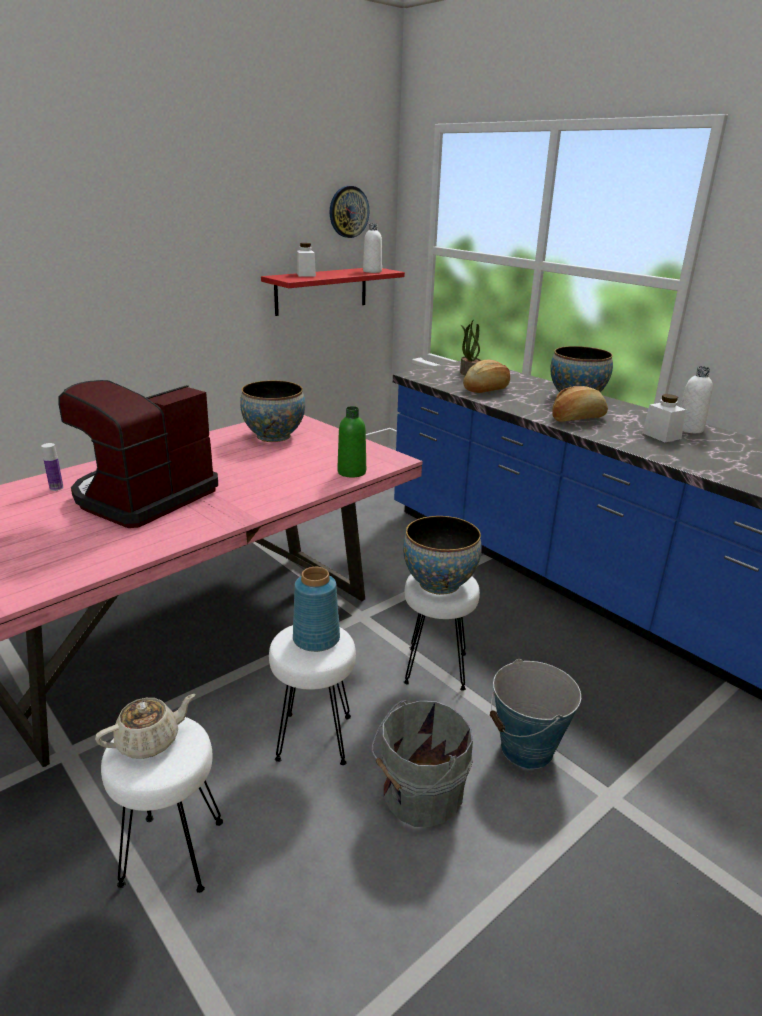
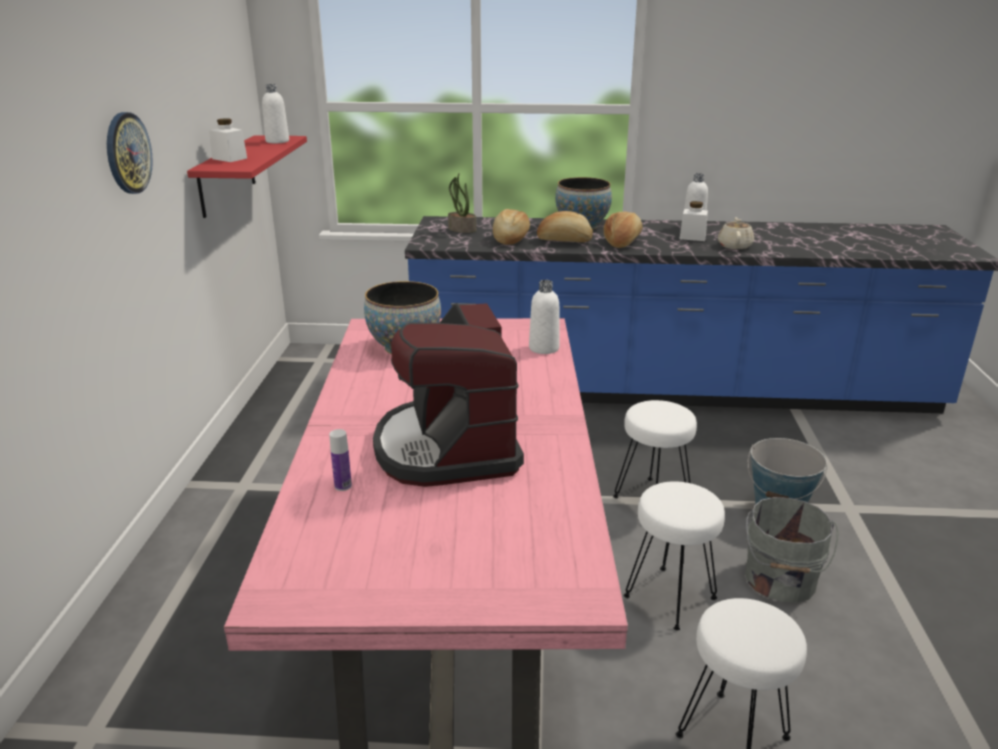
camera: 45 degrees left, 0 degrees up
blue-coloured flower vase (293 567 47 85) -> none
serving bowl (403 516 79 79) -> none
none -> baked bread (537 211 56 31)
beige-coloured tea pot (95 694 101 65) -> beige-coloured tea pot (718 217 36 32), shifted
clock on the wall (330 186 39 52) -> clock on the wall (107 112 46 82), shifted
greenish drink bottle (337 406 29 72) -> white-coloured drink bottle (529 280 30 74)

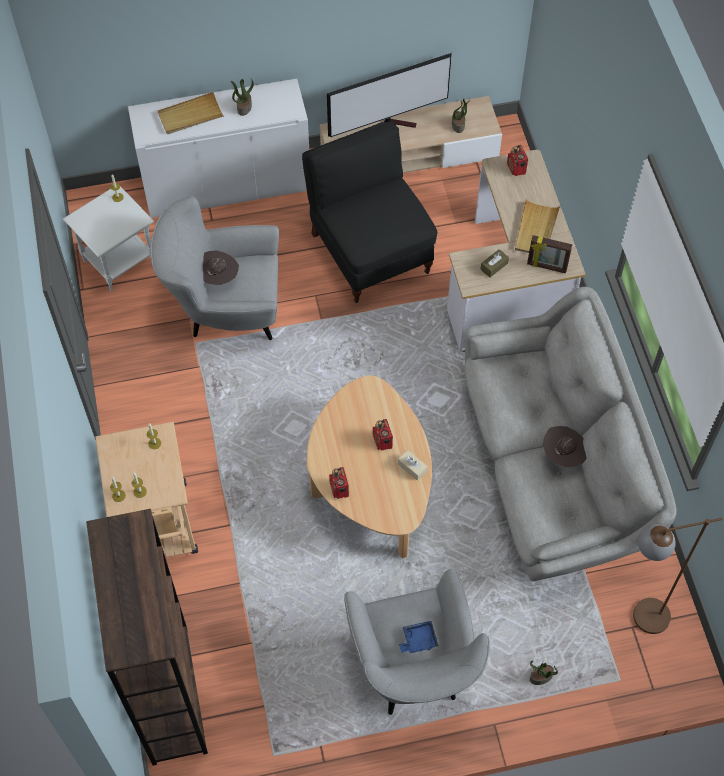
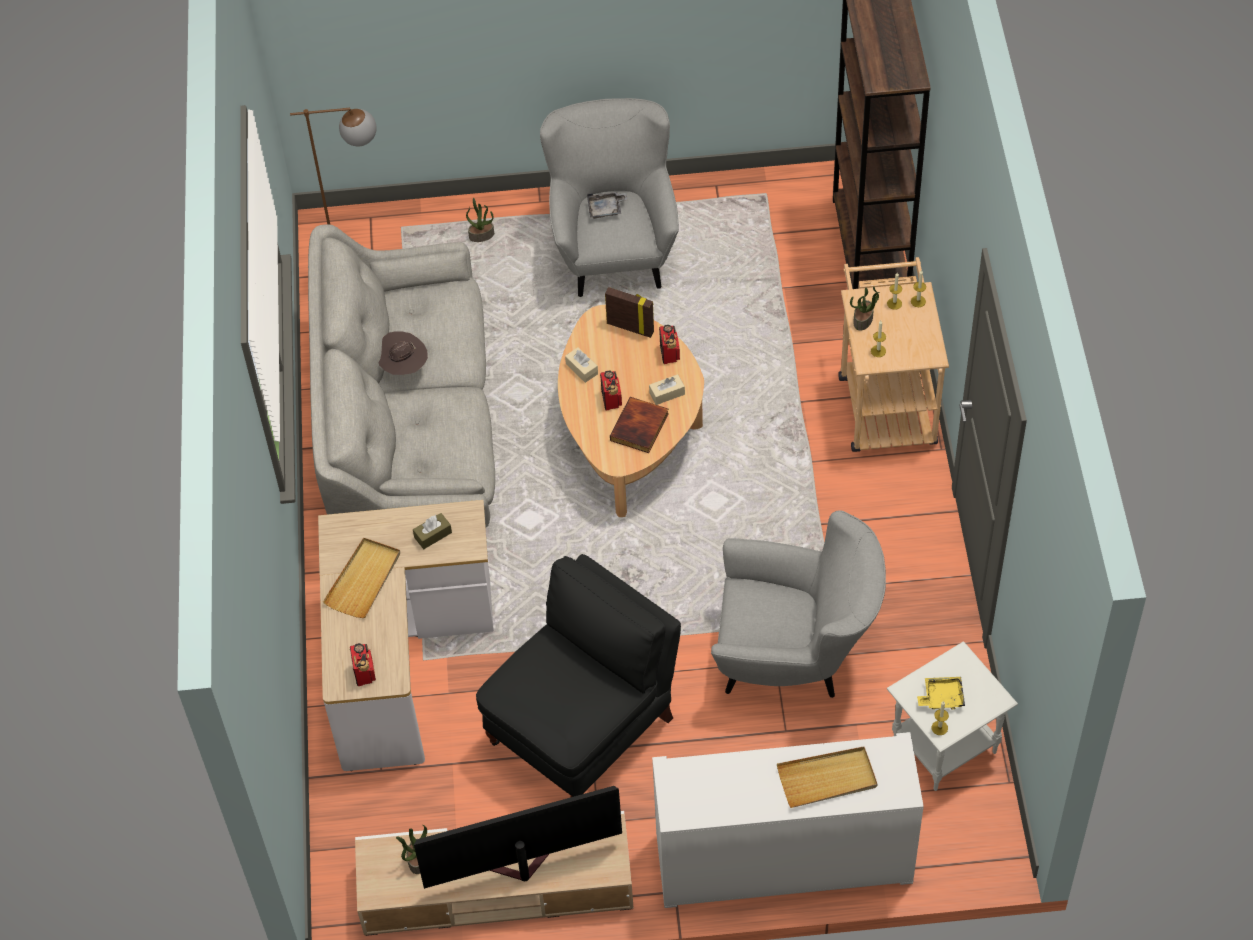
camera: 170 degrees left, 5 degrees down
brown clothing hat (203 250 36 35) -> none
none -> volume (610 397 59 56)
none -> beige-coloured box of tissues (649 374 36 31)
none -> yellow-coloured carrying tray (917 677 48 32)
potted plant (231 79 23 37) -> potted plant (850 287 30 44), shifted
standing frame (527 235 45 38) -> standing frame (605 287 49 51), shifted
blue-coloured carrying tray (399 621 40 32) -> grey carrying tray (587 192 41 27)
black-coloured upright chair (302 121 135 182) -> black-coloured upright chair (476 554 205 244), 120 degrees counterclockwise

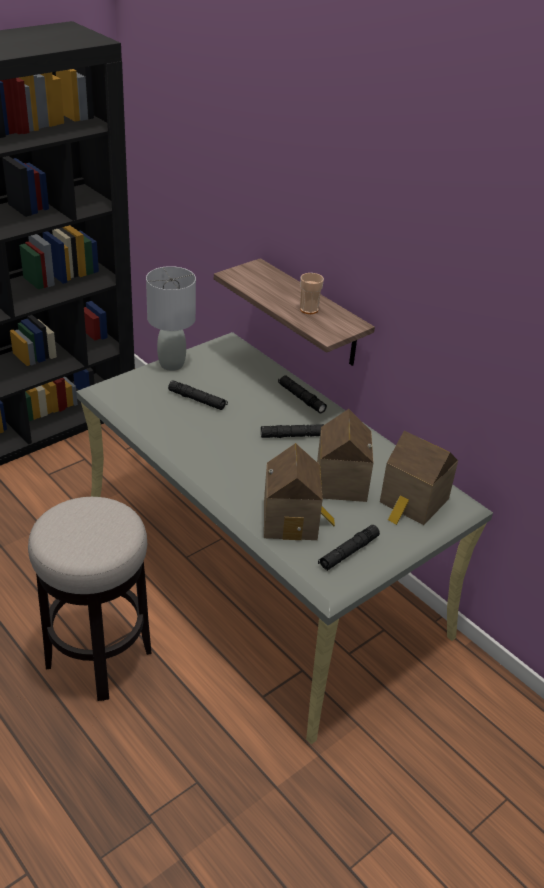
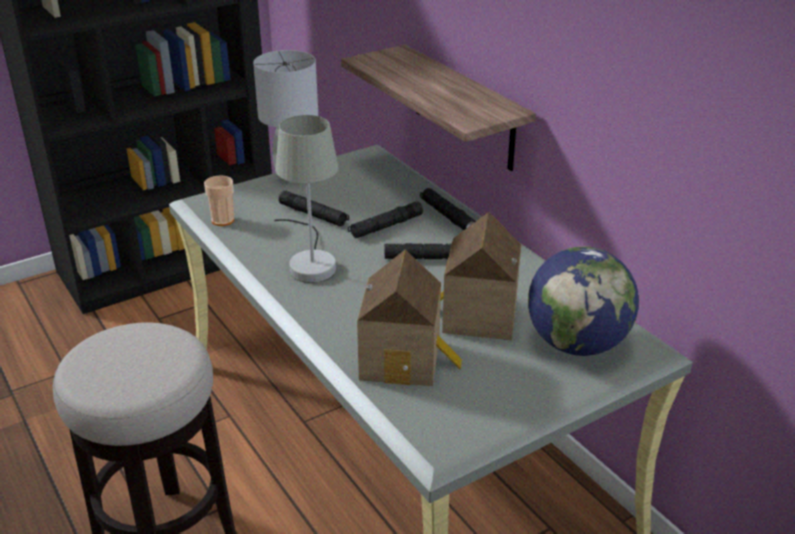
camera: 10 degrees right, 5 degrees down
none -> grey lamp for a table (274 115 64 168)
small cup (300 273 24 41) -> small cup (204 175 30 51), shifted
black-coloured hand torch (318 525 62 46) -> black-coloured hand torch (348 201 75 37), shifted
model house (380 431 78 94) -> globe (528 247 111 109)

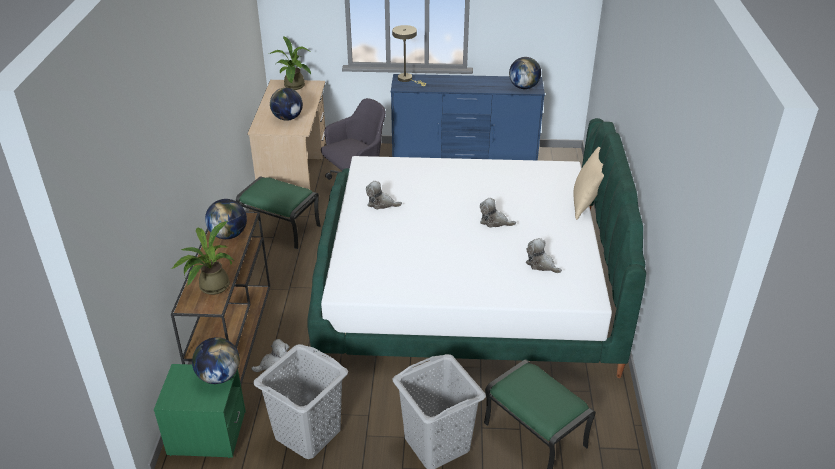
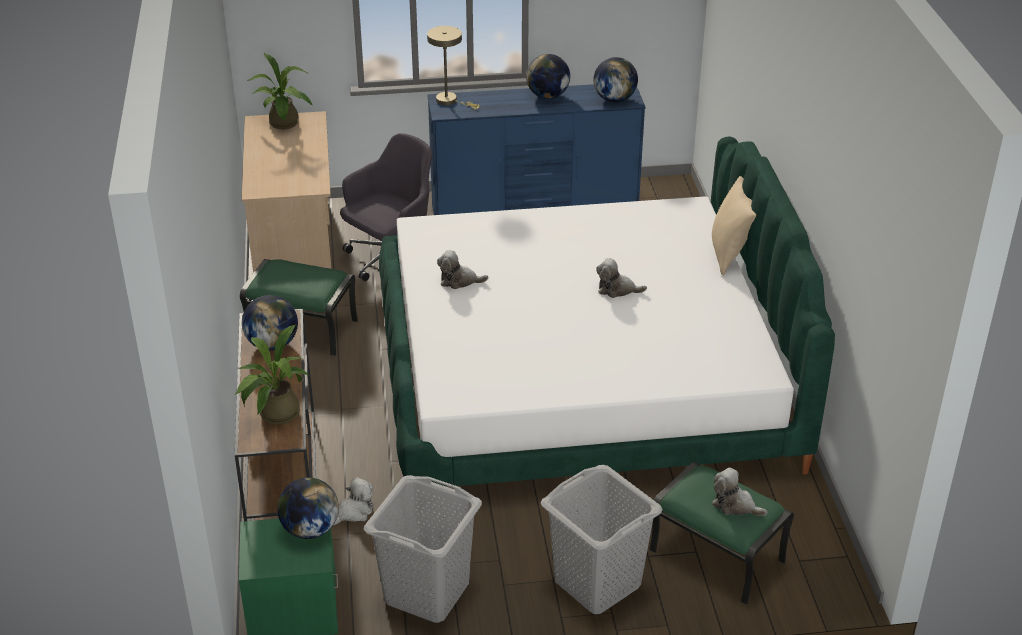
camera: 10 degrees left, 0 degrees up
globe (270 88 33 33) -> globe (526 54 44 45), shifted
cuddly toy (526 238 36 35) -> cuddly toy (712 468 56 48), shifted

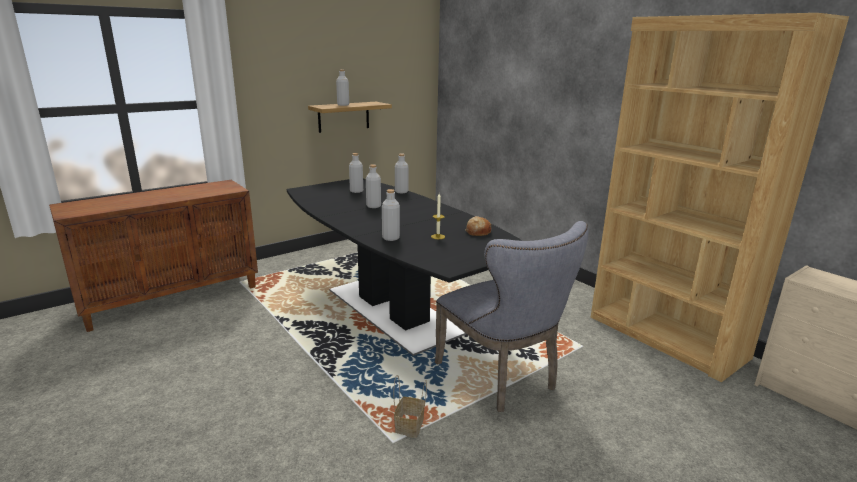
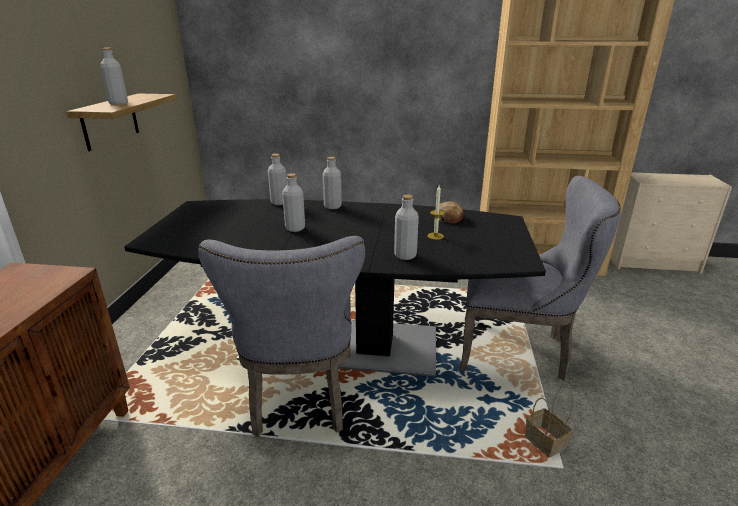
camera: 45 degrees left, 5 degrees up
none -> grey upright chair (198 236 168 201)
grey drink bottle (349 153 14 40) -> grey drink bottle (322 157 20 52), shifted

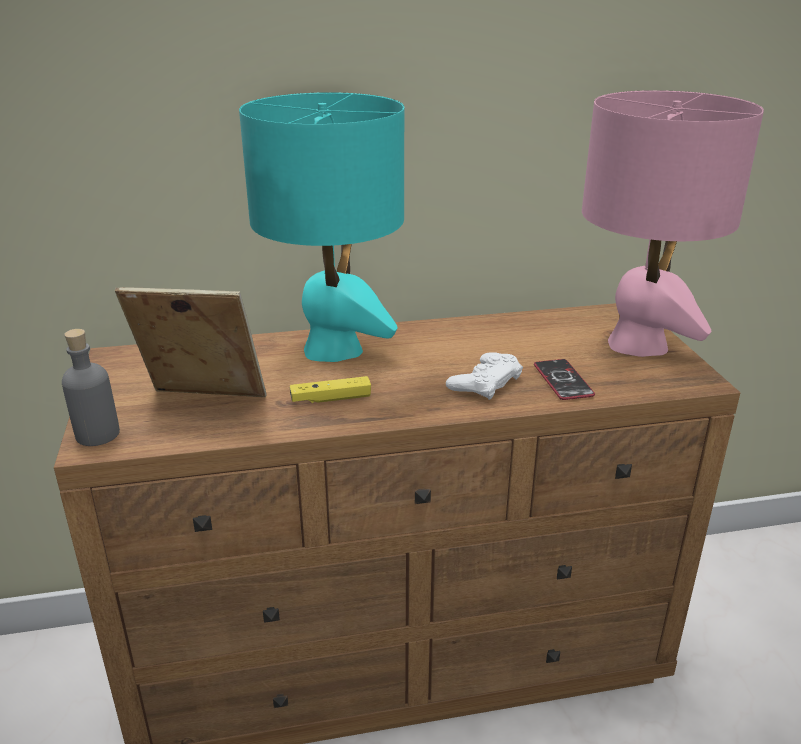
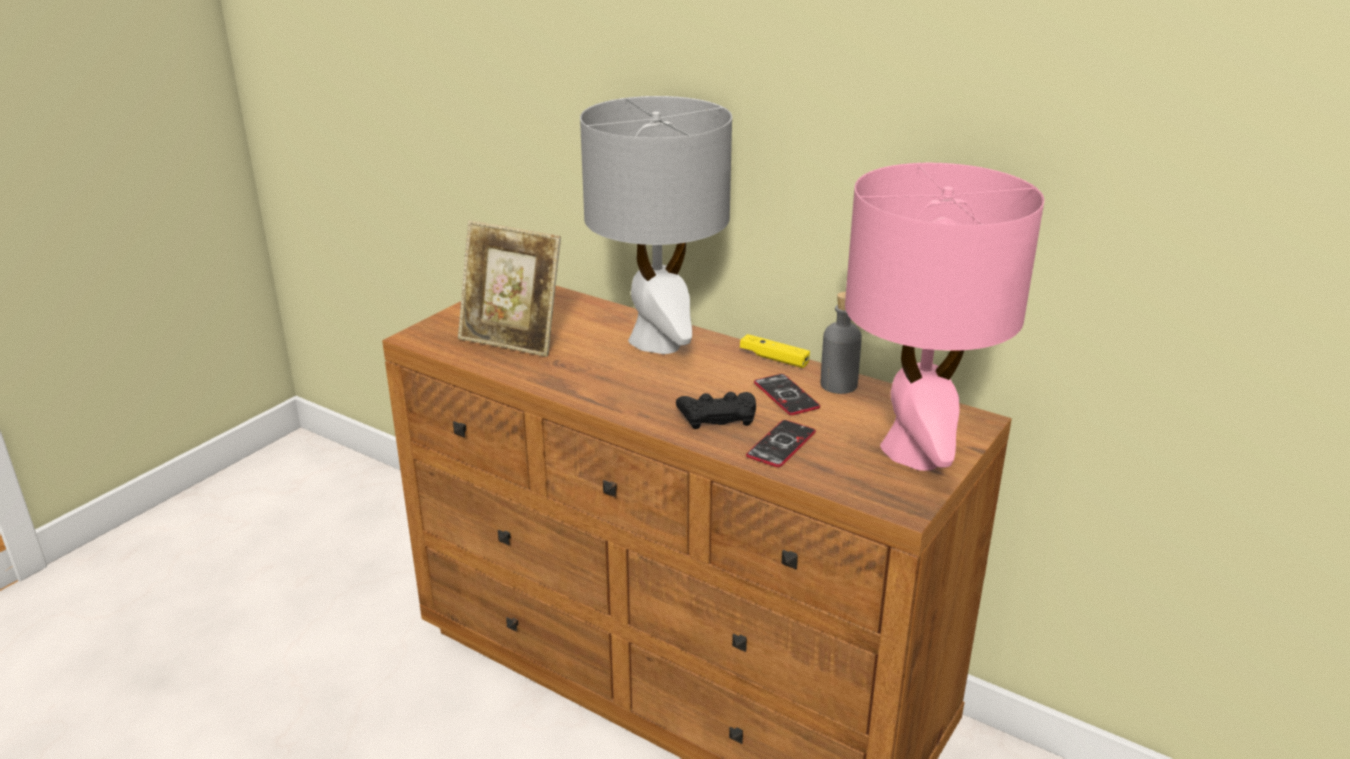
camera: 45 degrees right, 0 degrees up
none -> handset (754 374 66 41)
grey drink bottle (62 329 58 117) -> grey drink bottle (821 292 41 102), shifted
yellow-coloured joypad (290 376 81 27) -> yellow-coloured joypad (740 334 70 34), shifted
turquoise lamp for a table (239 92 165 270) -> grey lamp for a table (580 96 152 258)
white-coloured joypad (446 352 77 48) -> black-coloured joypad (676 392 80 37)
standing frame (115 287 152 110) -> standing frame (458 220 103 137), 150 degrees clockwise

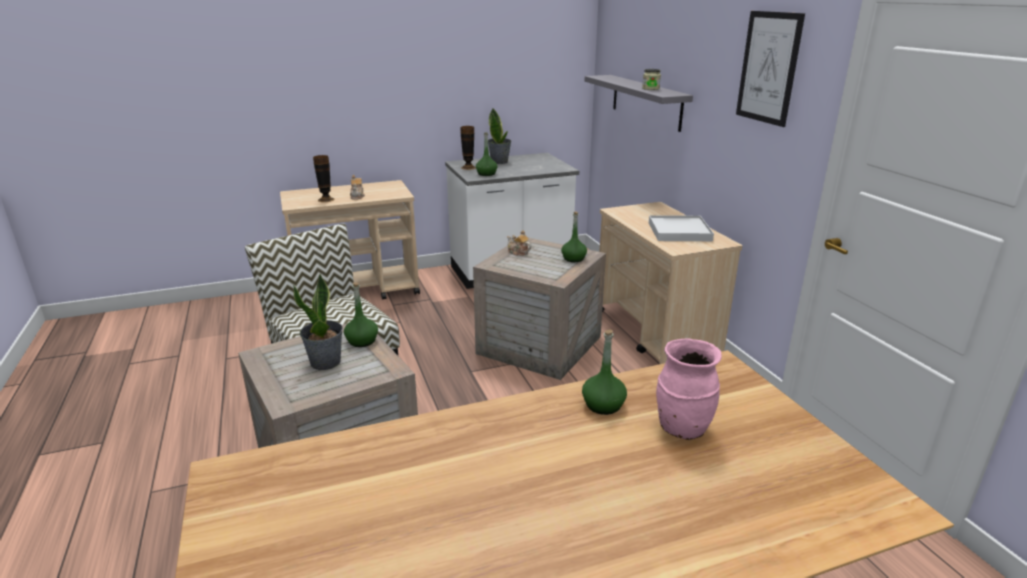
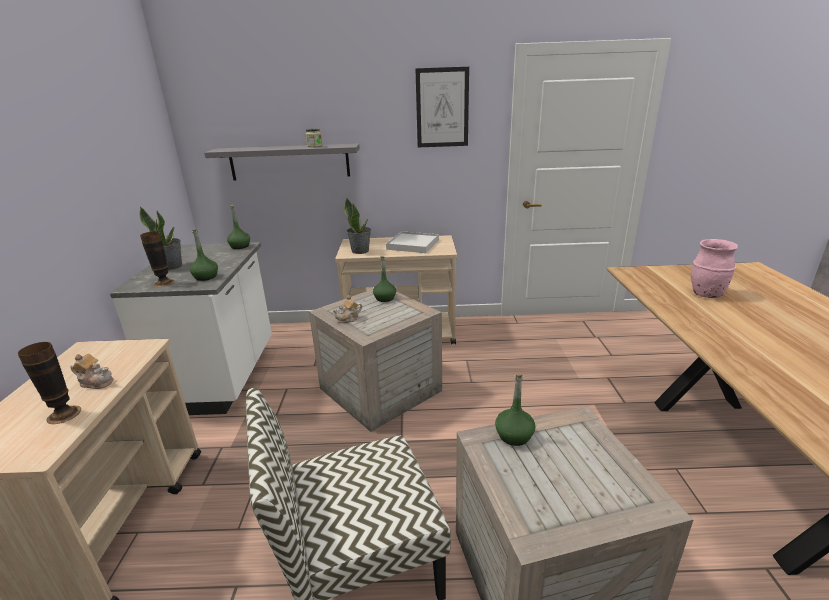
camera: 70 degrees left, 0 degrees up
potted plant (293 273 50 97) -> potted plant (344 198 27 56), shifted
greenish drink bottle (582 329 45 86) -> greenish drink bottle (227 205 23 44), shifted

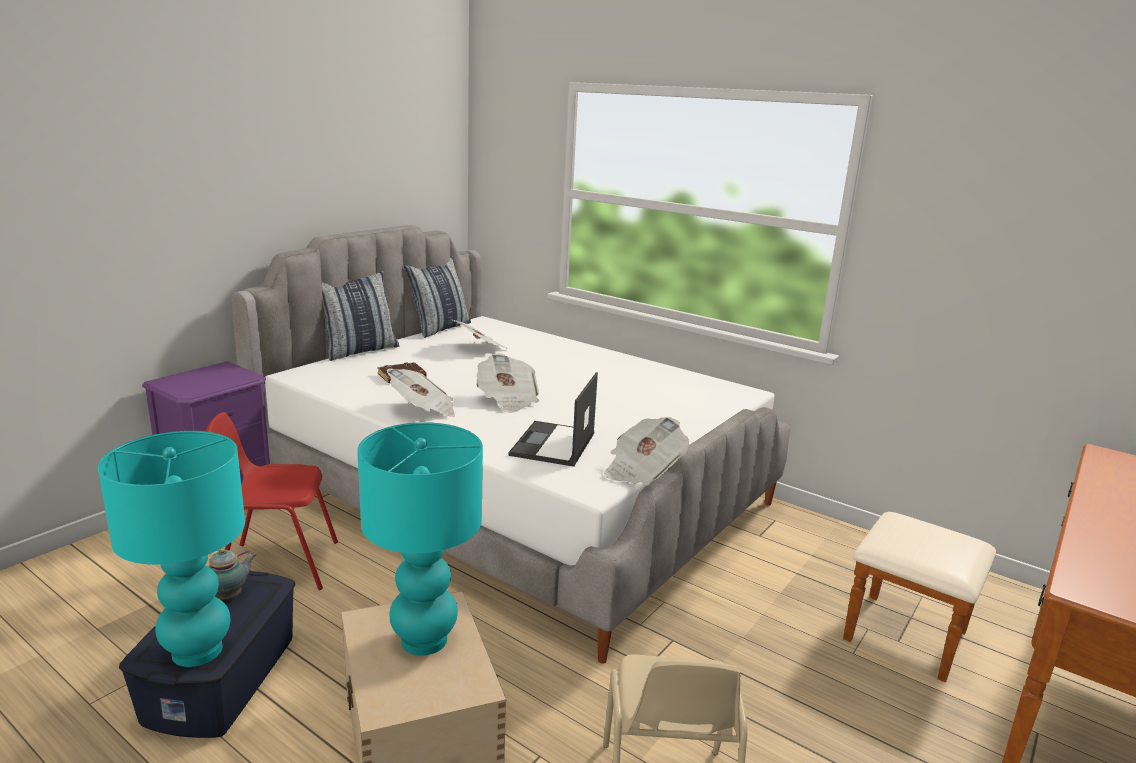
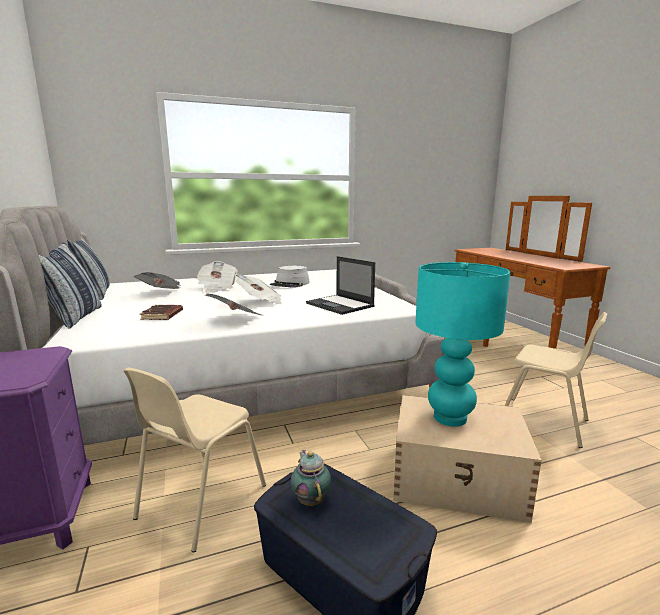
camera: 55 degrees left, 5 degrees down
turquoise lamp for a table (98 431 147 236) -> none
none -> grey clothing hat (270 266 40 22)
newspaper (604 417 85 68) -> newspaper (196 261 42 32), shifted
red-coloured upright chair (206 412 132 178) -> beige-coloured upright chair (124 368 142 184)

